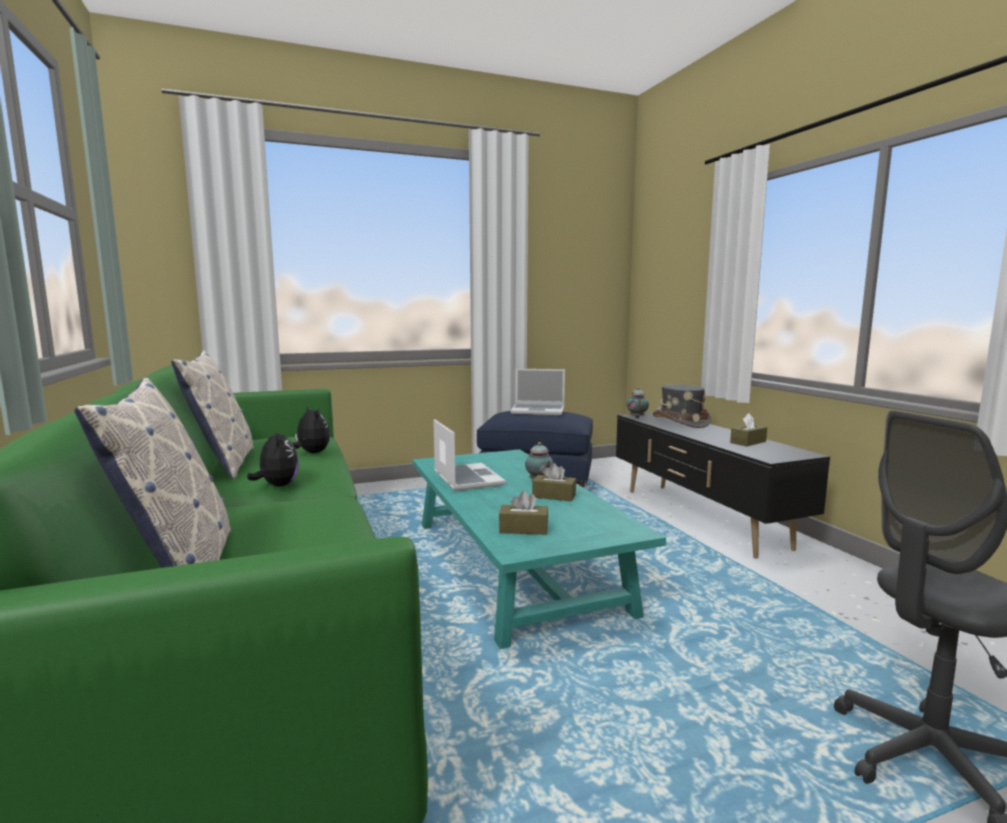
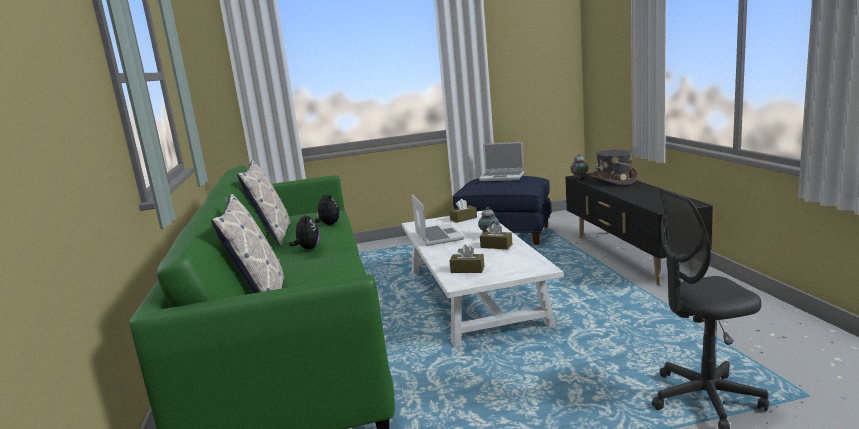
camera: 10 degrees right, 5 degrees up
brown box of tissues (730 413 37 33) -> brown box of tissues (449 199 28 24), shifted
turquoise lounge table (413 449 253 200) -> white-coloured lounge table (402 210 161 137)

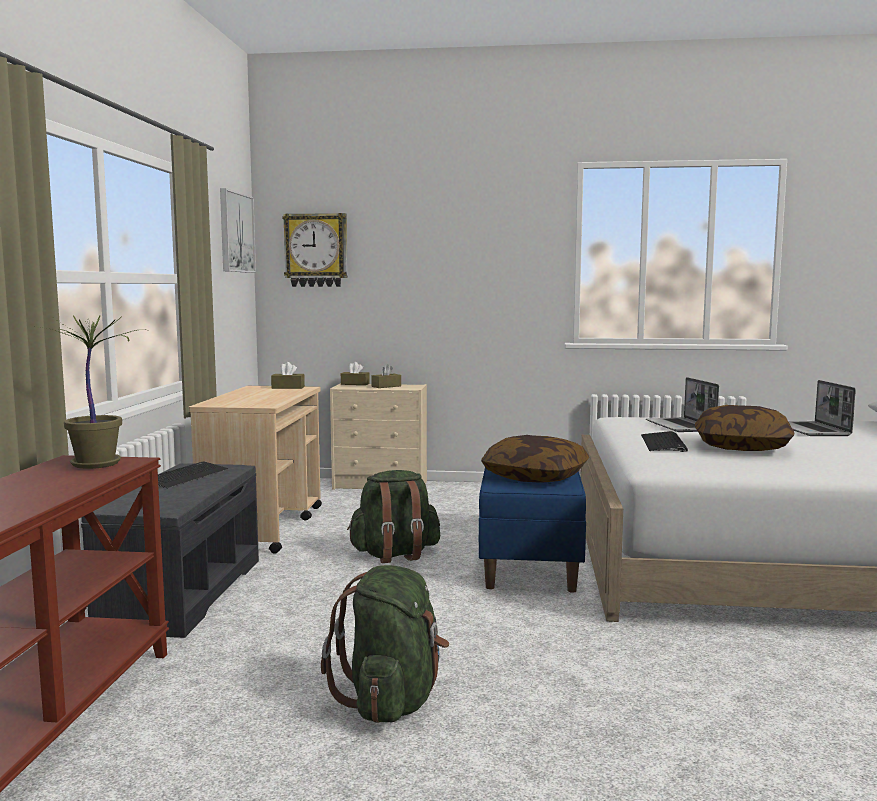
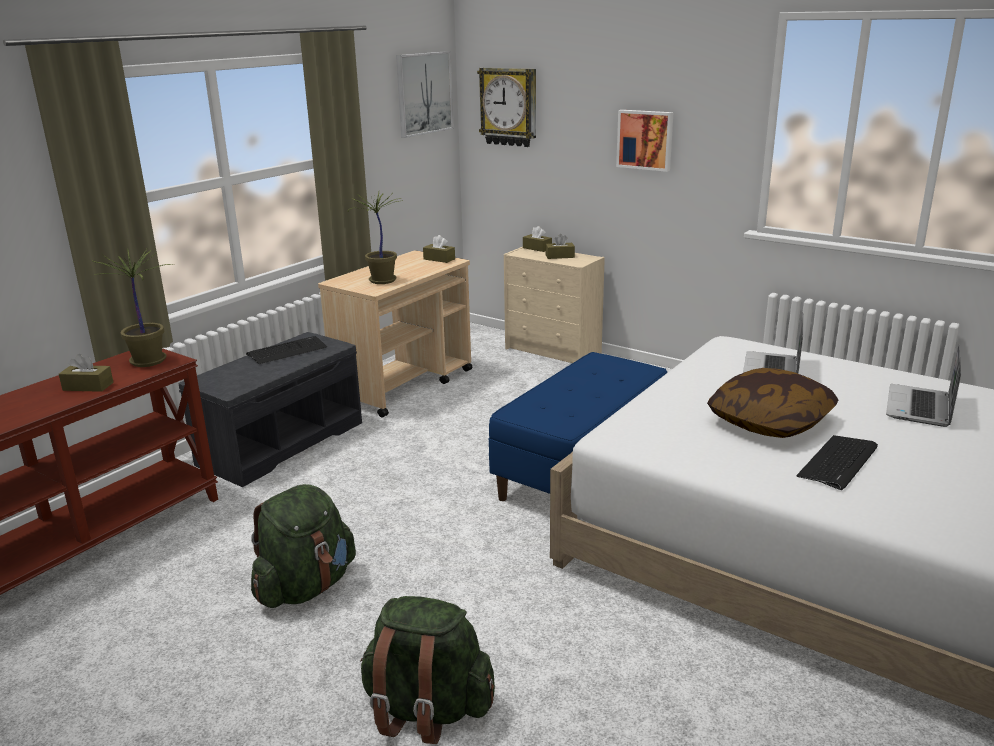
camera: 30 degrees right, 15 degrees up
throw pillow (481 435 108 48) -> none
none -> brown box of tissues (59 354 54 38)
none -> potted plant (348 192 55 92)
none -> wall picture (616 110 58 62)
greenish rucksack (347 470 93 93) -> greenish rucksack (360 596 135 148), shifted
PC keyboard (641 431 47 21) -> PC keyboard (796 435 82 55), shifted

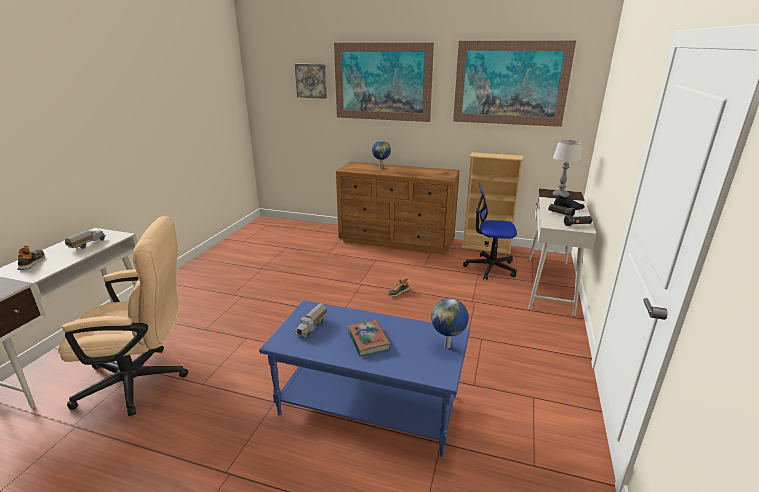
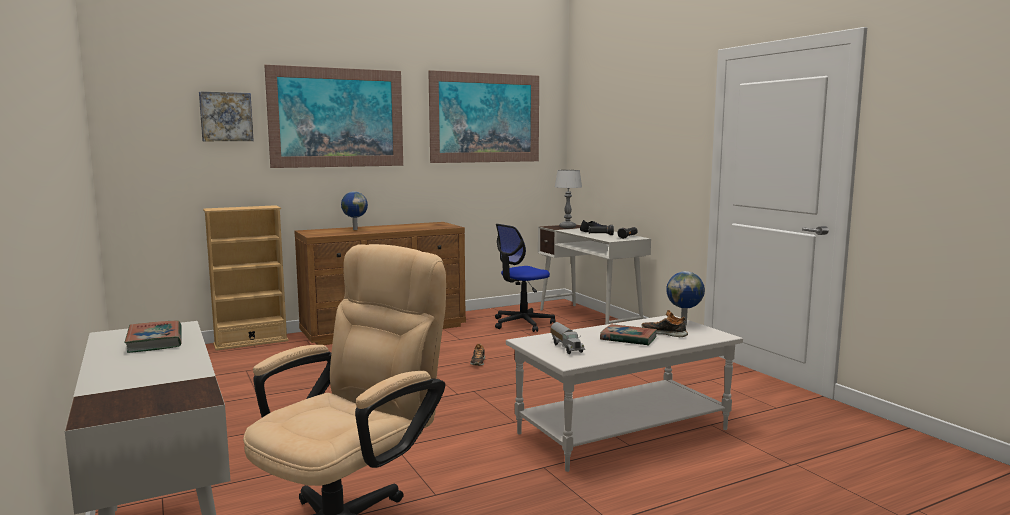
camera: 45 degrees left, 15 degrees down
shoe (17 245 28 25) -> shoe (642 310 46 27), shifted
beige-coloured bookcase (462 152 61 102) -> beige-coloured bookcase (203 205 86 146), shifted
model truck (65 230 41 19) -> volume (124 321 58 32)
blue-coloured lounge table (259 300 211 157) -> white-coloured lounge table (506 316 237 156)

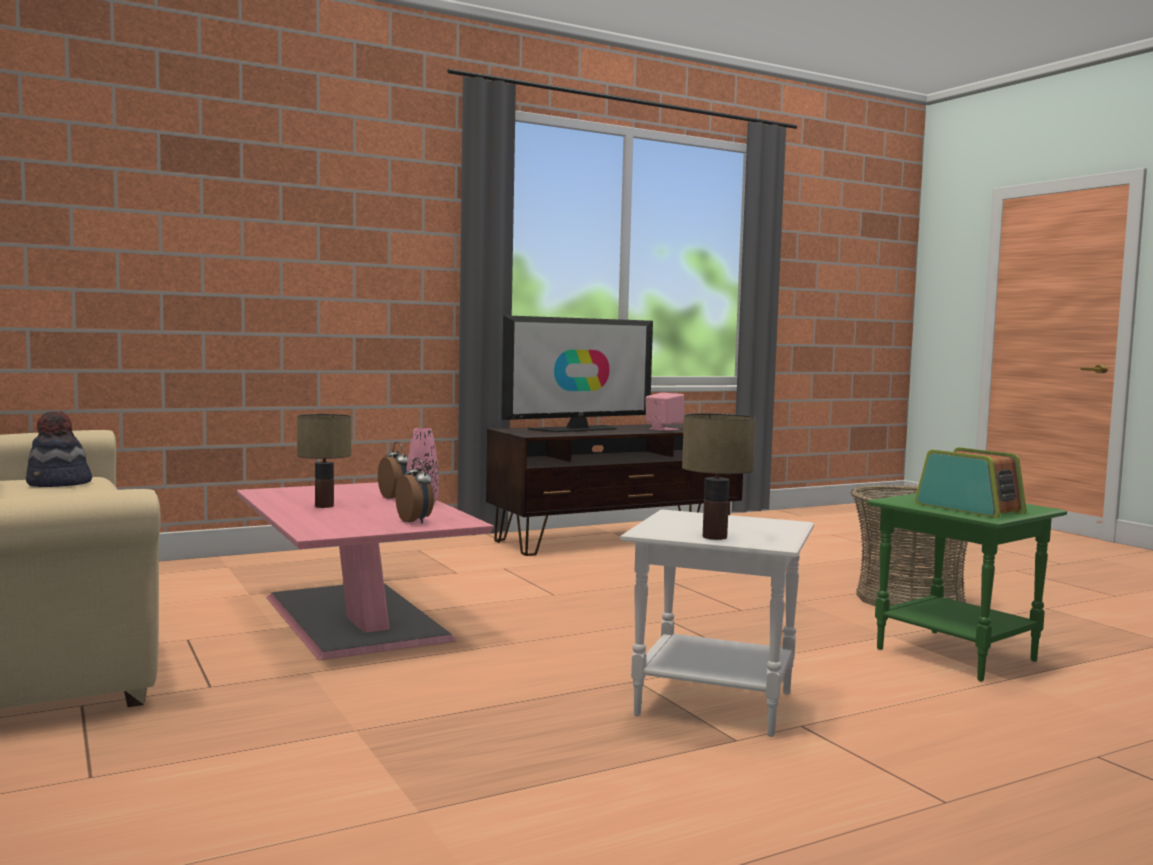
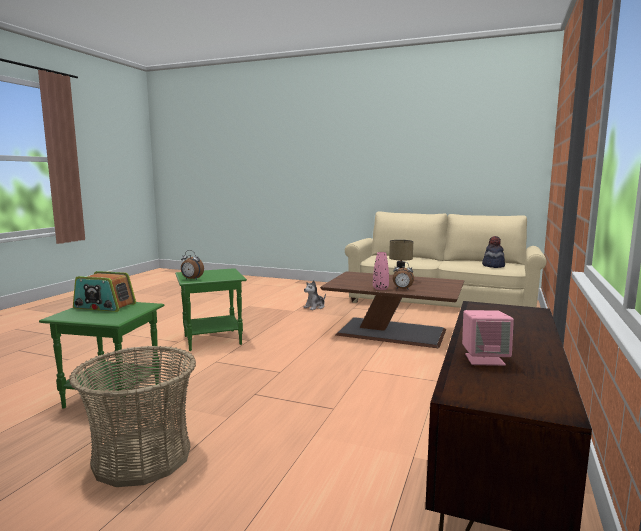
camera: 140 degrees right, 5 degrees up
television (501 315 152 117) -> none
lamp for a table (682 413 74 127) -> none
none -> cuddly toy (303 280 23 30)
bedside clock (395 458 39 66) -> bedside clock (181 250 23 30), shifted
pink lounge table (237 482 257 178) -> brown lounge table (320 271 145 77)
white-coloured side table (620 510 194 227) -> greenish side table (175 268 72 83)

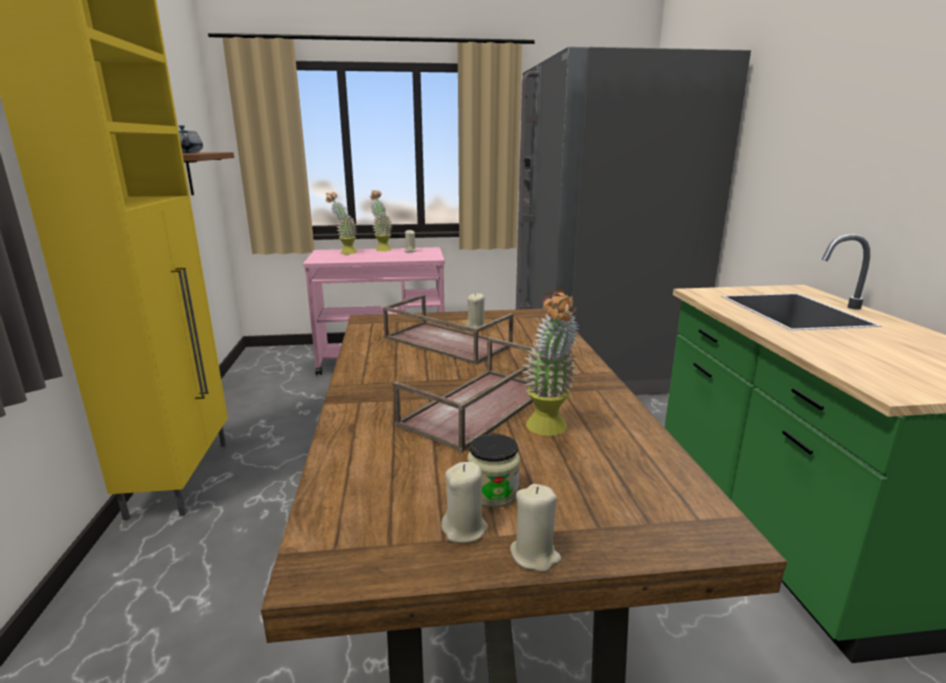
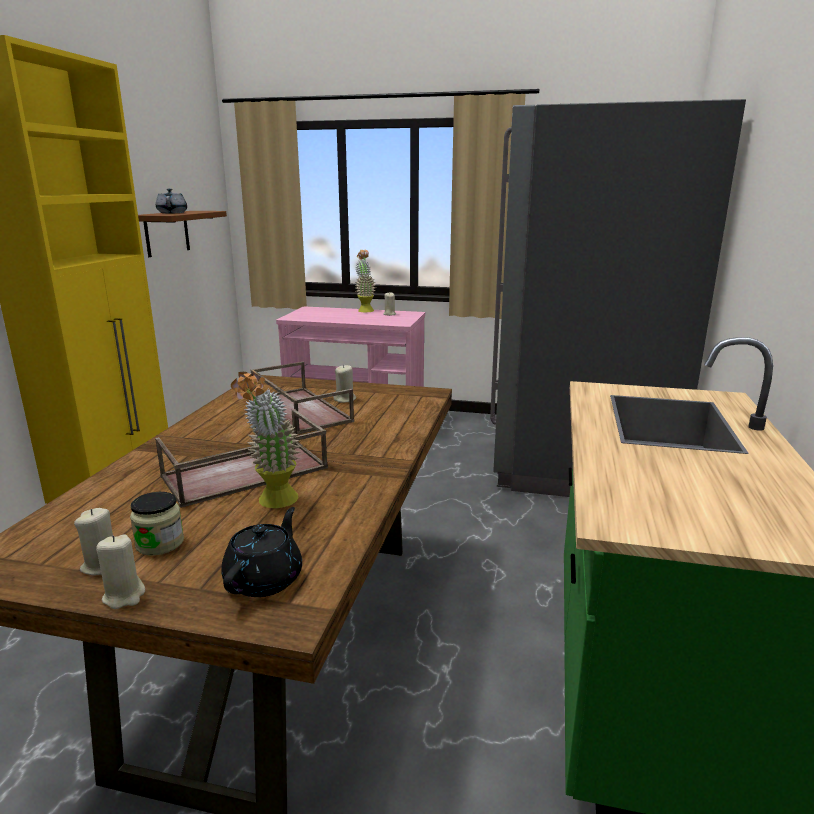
camera: 20 degrees right, 0 degrees up
potted plant (326 192 31 62) -> none
none -> black-coloured tea pot (221 507 81 90)

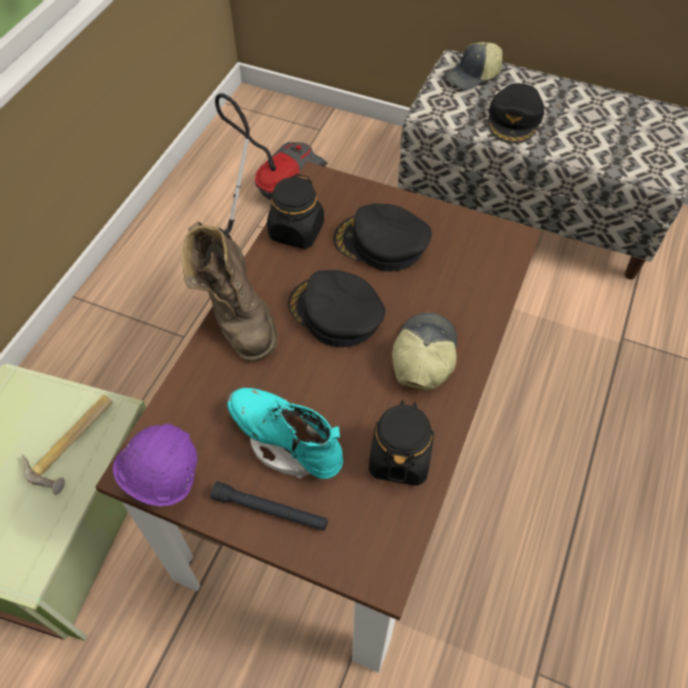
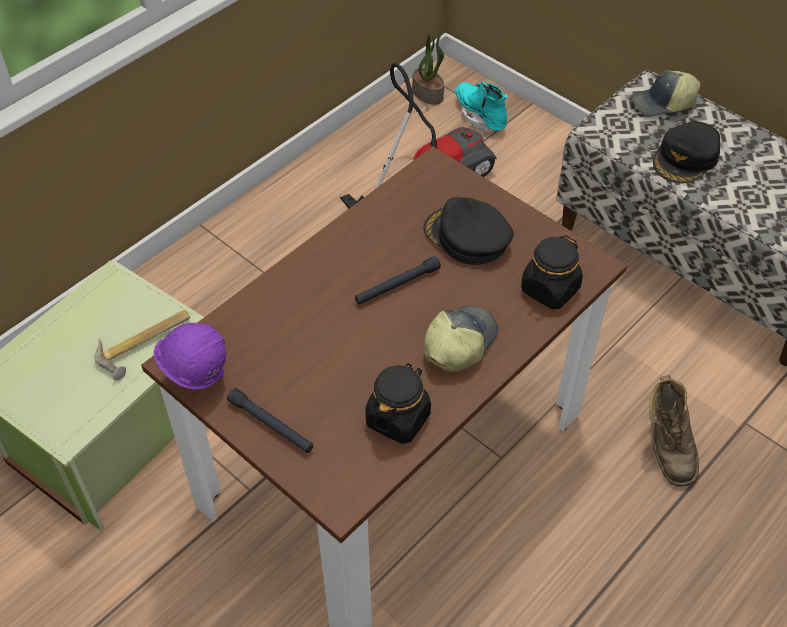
camera: 20 degrees right, 5 degrees down
none -> potted plant (412 31 32 74)
brown boot (182 222 96 140) -> brown boot (649 375 50 111), shifted
turquoise boot (227 388 116 91) -> turquoise boot (456 81 52 50), shifted
black-coloured preserve jar (267 174 57 75) -> black-coloured preserve jar (521 235 62 74), shifted
black-coloured peaked cap (288 270 97 77) -> black-coloured hand torch (355 256 86 48)

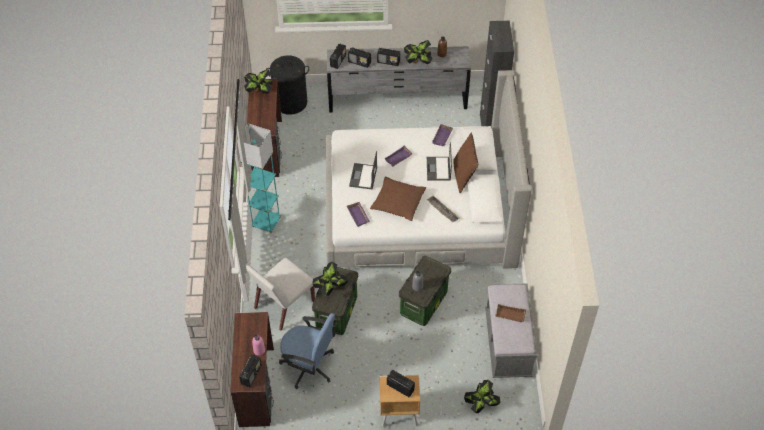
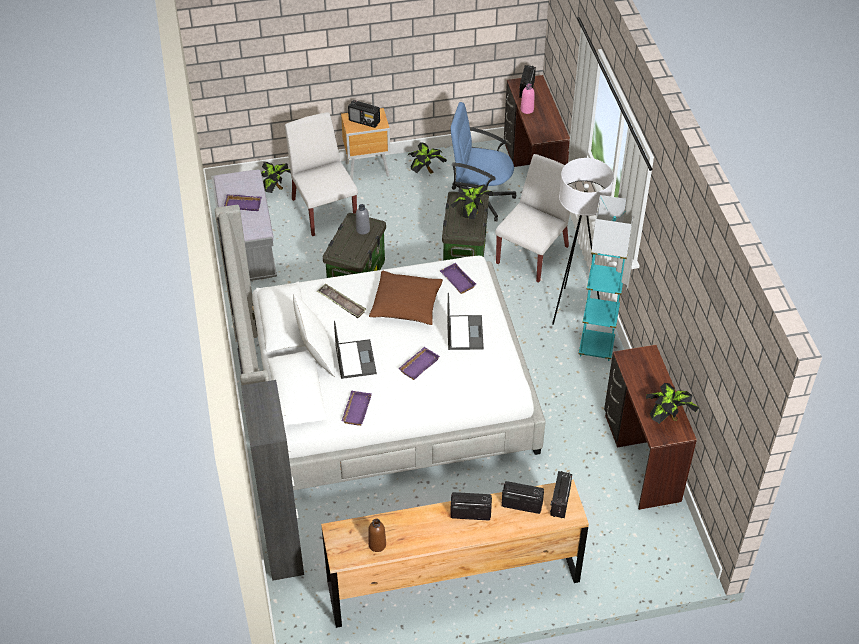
camera: 170 degrees right, 5 degrees down
black-coloured washing basket (266 55 43 60) -> none
none -> white-coloured upright chair (285 112 73 124)
none -> white-coloured floor lamp (552 158 62 167)
potted plant (404 40 28 25) -> potted plant (407 142 40 31), shifted
grey dresser (327 46 144 67) -> brown dresser (321 479 268 149)
brown throw pillow (453 133 26 60) -> white-coloured throw pillow (293 294 42 83)
brown carrying tray (495 304 31 18) -> purple-coloured carrying tray (224 194 38 17)

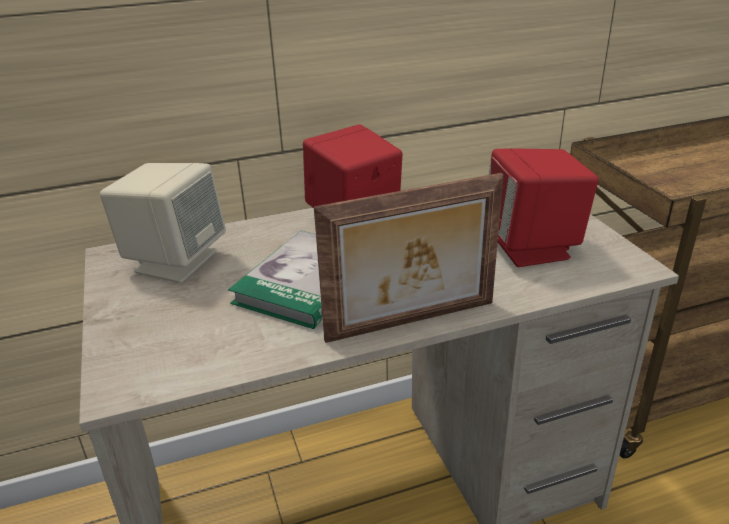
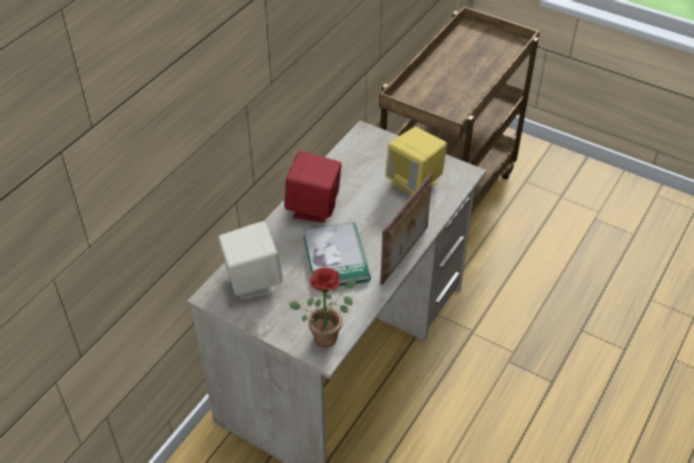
camera: 40 degrees left, 15 degrees up
none -> potted plant (289 267 67 80)
red-coloured loudspeaker (488 148 111 119) -> yellow-coloured loudspeaker (385 126 62 69)

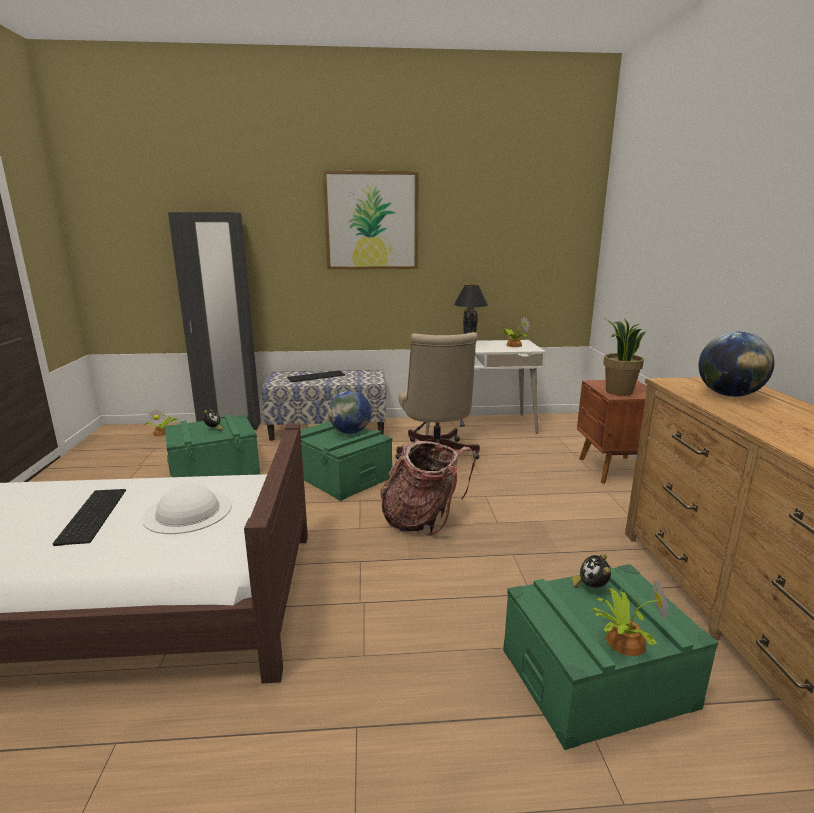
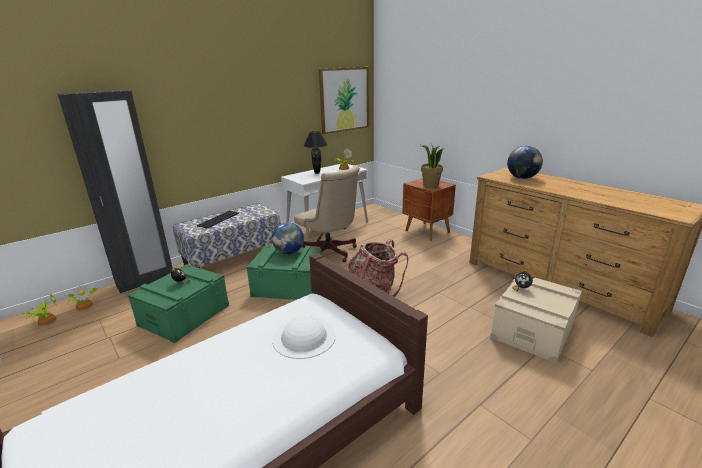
camera: 35 degrees left, 5 degrees up
PC keyboard (53 489 73 57) -> none
wall picture (323 170 96 99) -> wall picture (319 67 50 67), shifted
potted plant (592 580 77 76) -> potted plant (23 293 34 33), shifted
greenish storage bin (503 564 215 186) -> beige-coloured storage bin (490 277 92 86)

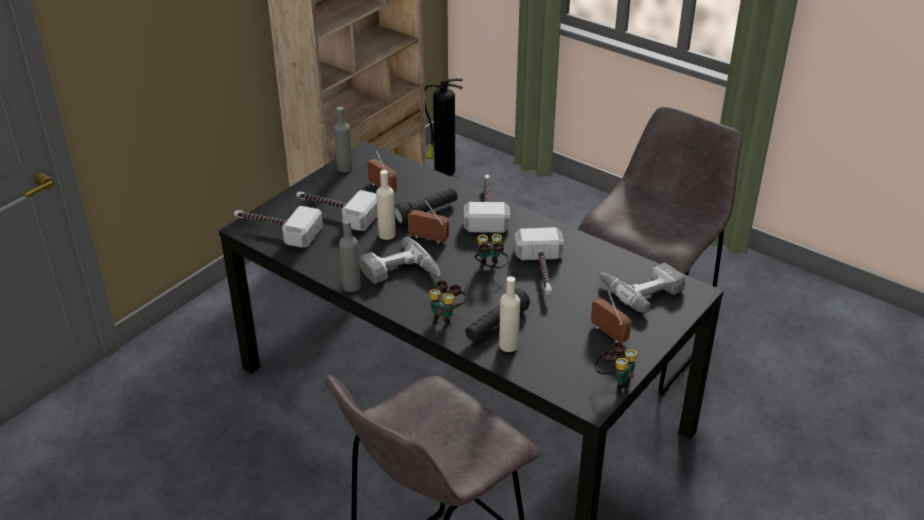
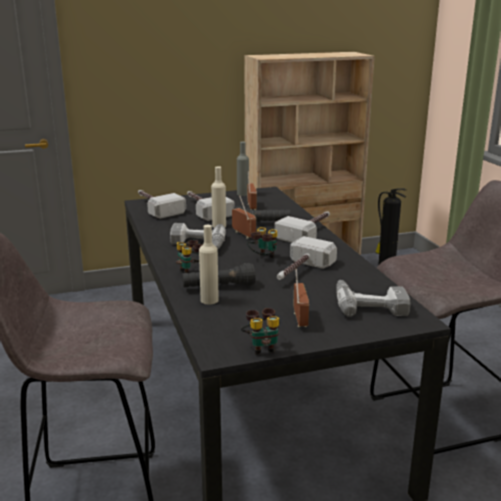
camera: 35 degrees right, 15 degrees down
grey drink bottle (339 219 22 73) -> none

